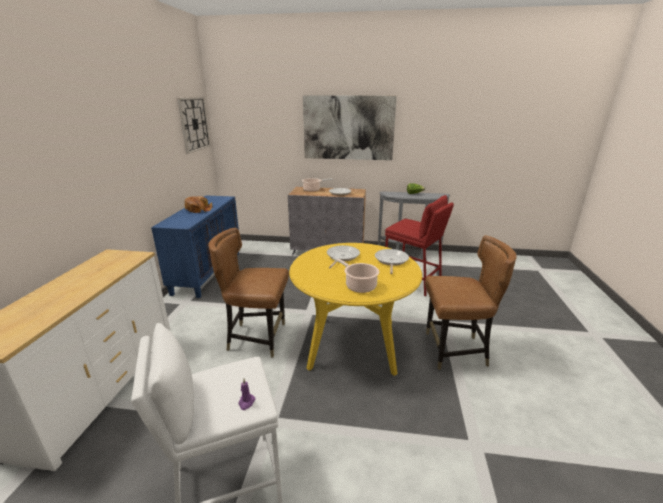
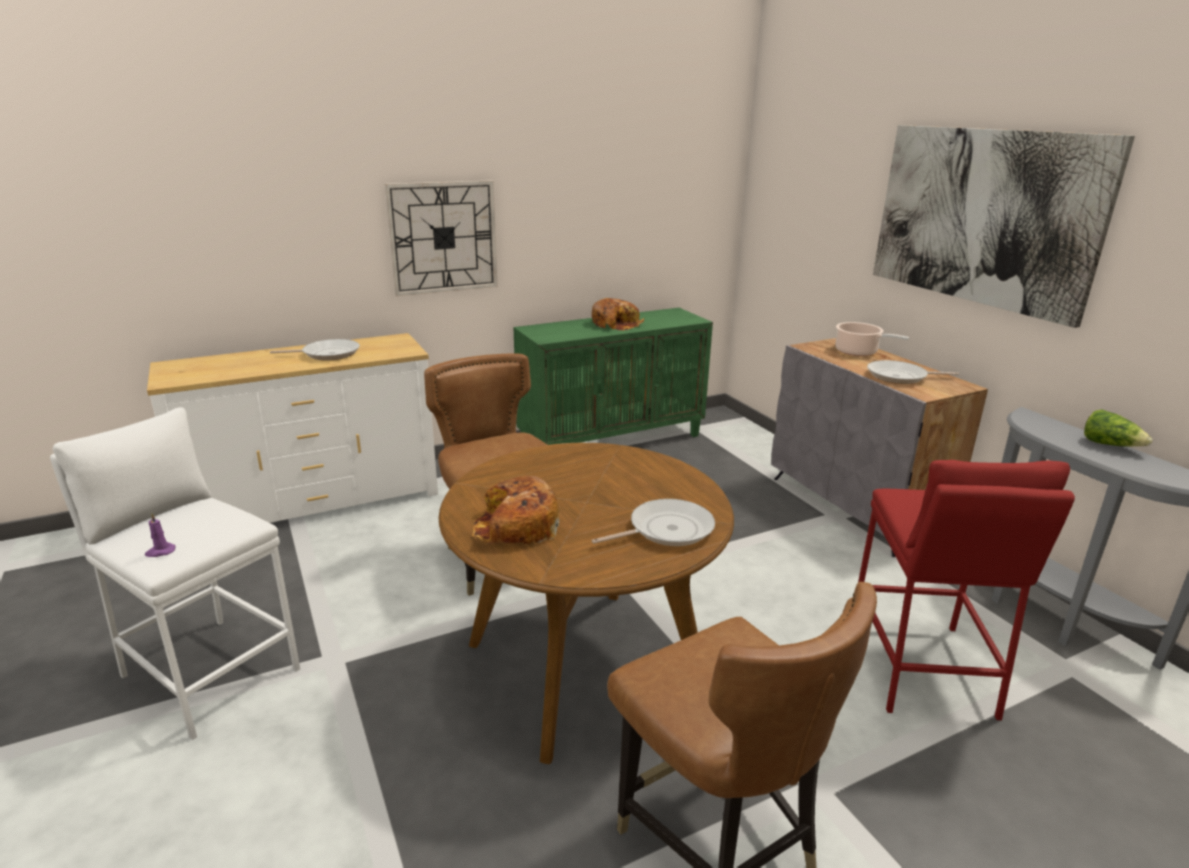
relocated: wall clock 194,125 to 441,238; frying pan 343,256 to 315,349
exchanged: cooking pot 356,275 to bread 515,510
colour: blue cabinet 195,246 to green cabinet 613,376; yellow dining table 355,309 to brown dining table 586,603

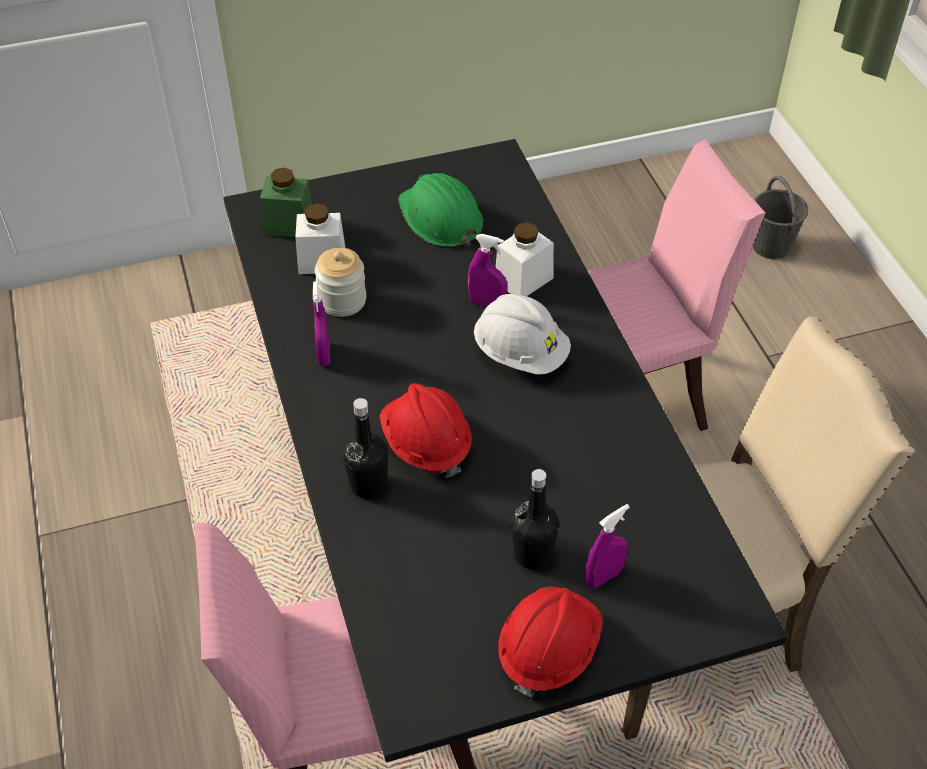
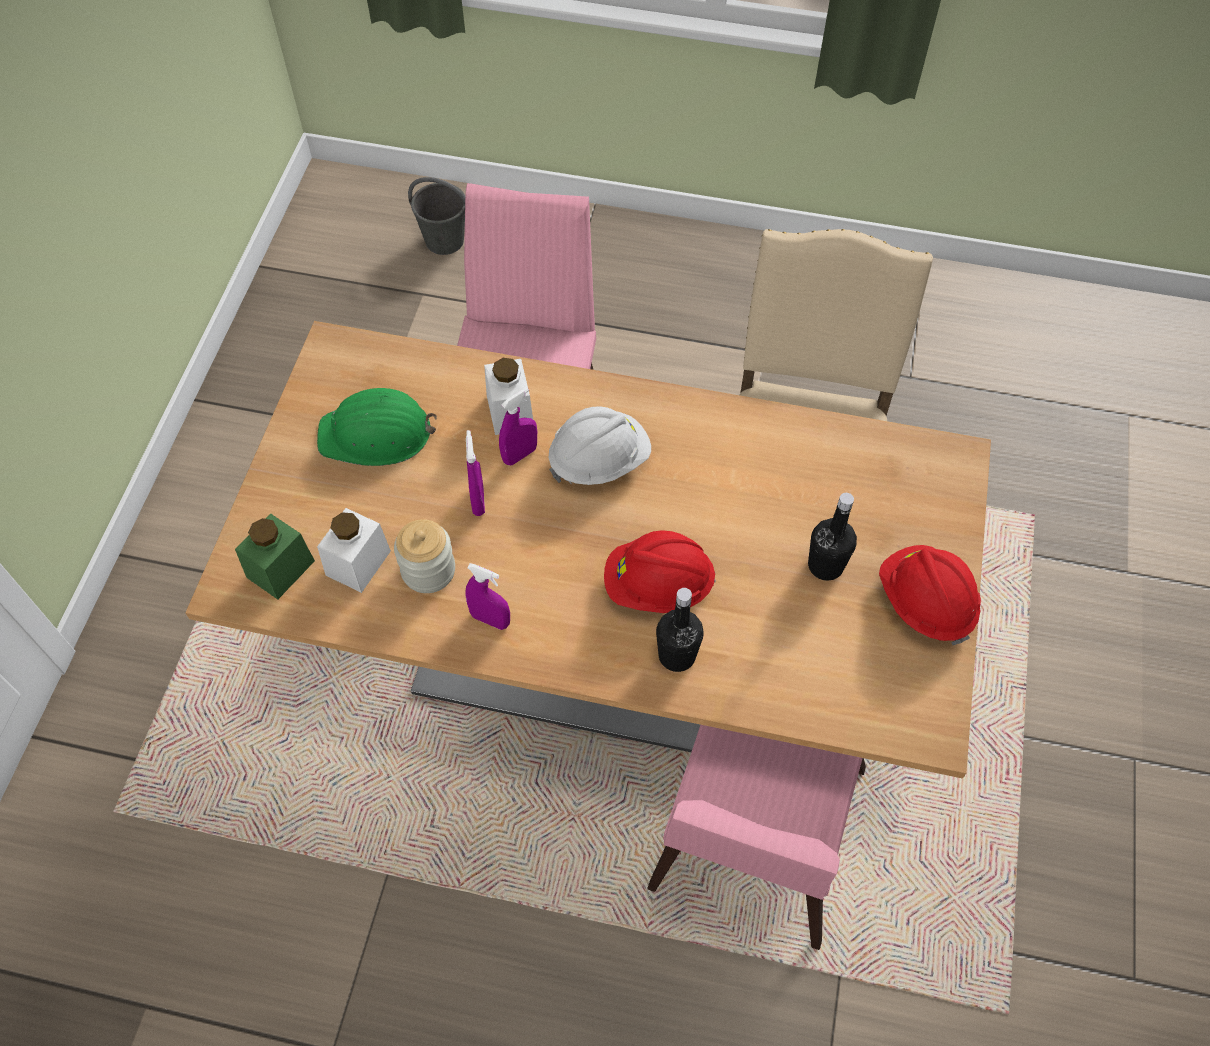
relocated: purple spray bottle 607,546 to 475,473
colour: black dining table 505,451 to beige dining table 588,550

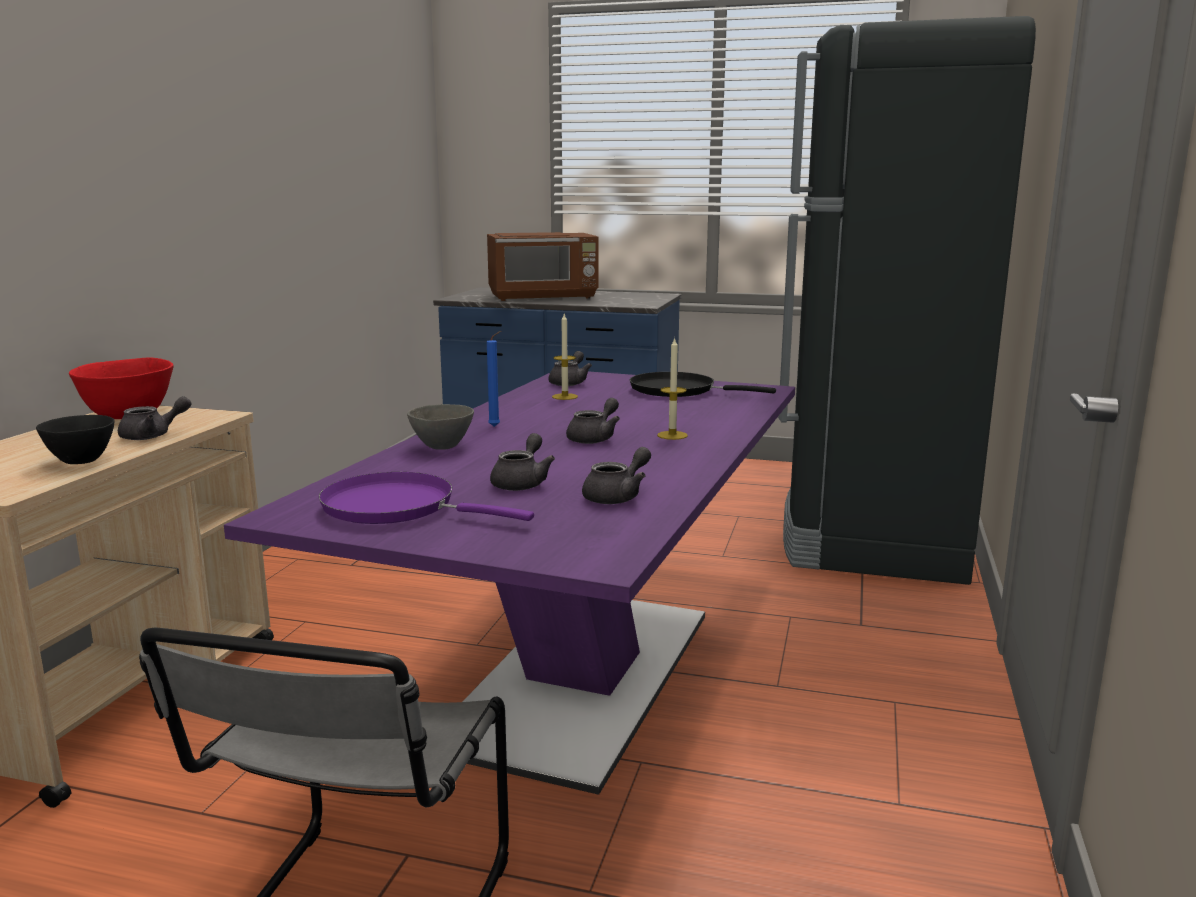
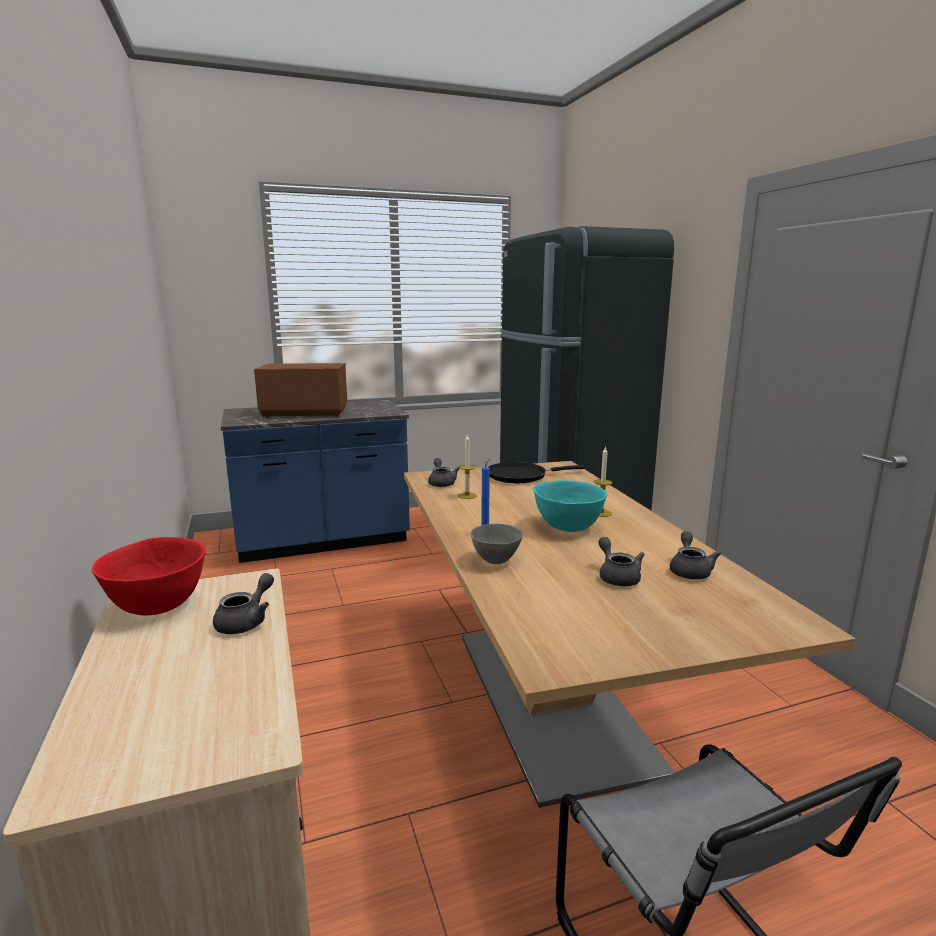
missing: black bowl 75,439; purple frying pan 426,498
exchanged: grey teapot 593,421 to turquoise bowl 570,506
colour: purple dining table 509,583 to beige dining table 630,634
spun: brown microwave 542,266 = 300,390 135 degrees counterclockwise

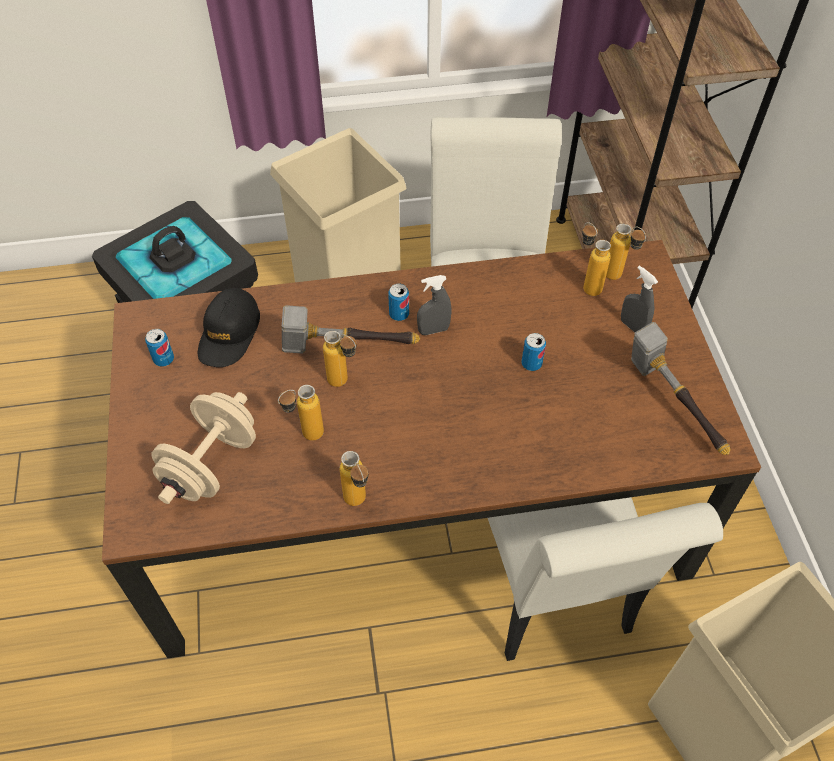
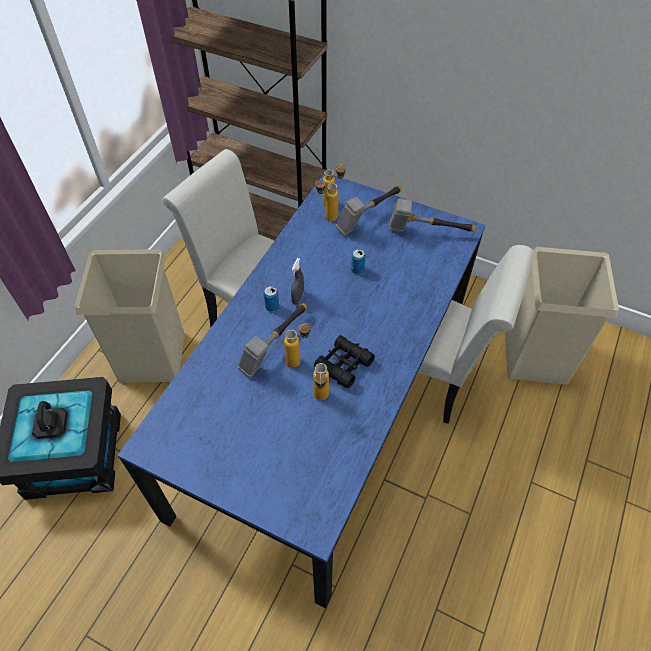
missing: can 159,348; beige dumbbell 203,448; black cap 229,327; bottle 354,478
appeared: black binoculars 344,361
exchanged: grey spray bottle 639,299 to hammer 368,211
colour: brown dining table 431,449 to blue dining table 301,391

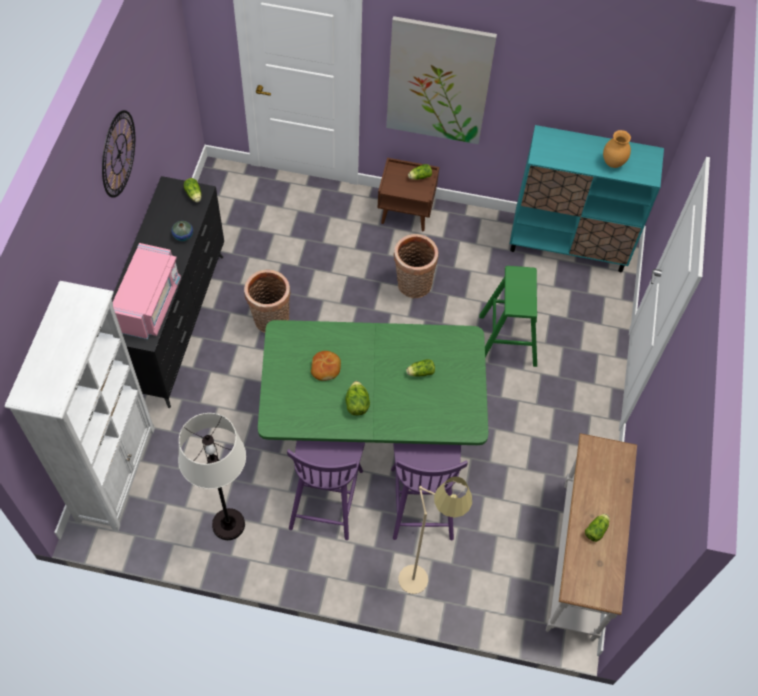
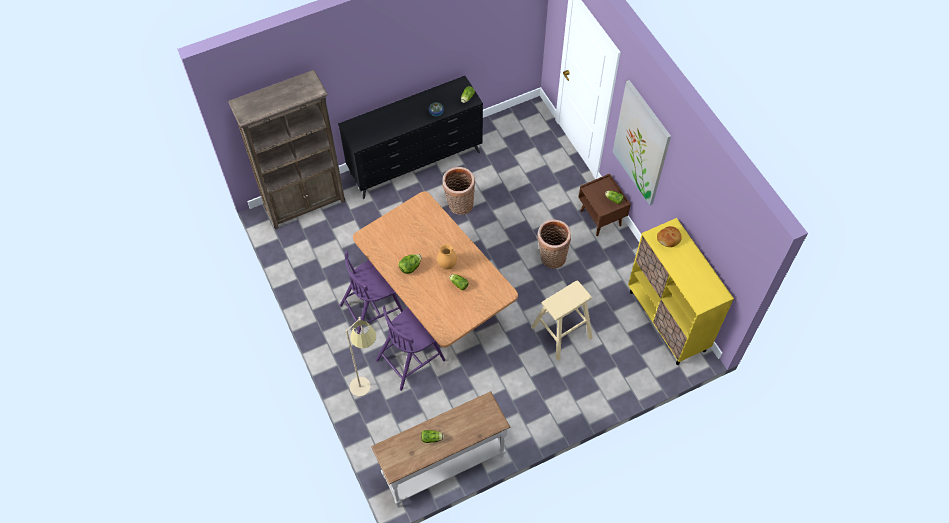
missing: wall clock 118,154; pink microwave 147,291; white floor lamp 212,476
relocated: bread 326,366 to 669,236; brown vase 617,149 to 447,257
colour: white bookcase 80,406 to brown bookcase 287,149; green dining table 373,382 to brown dining table 435,269; green stool 508,316 to beige stool 562,320; turquoise cabinet 587,198 to yellow cabinet 681,291

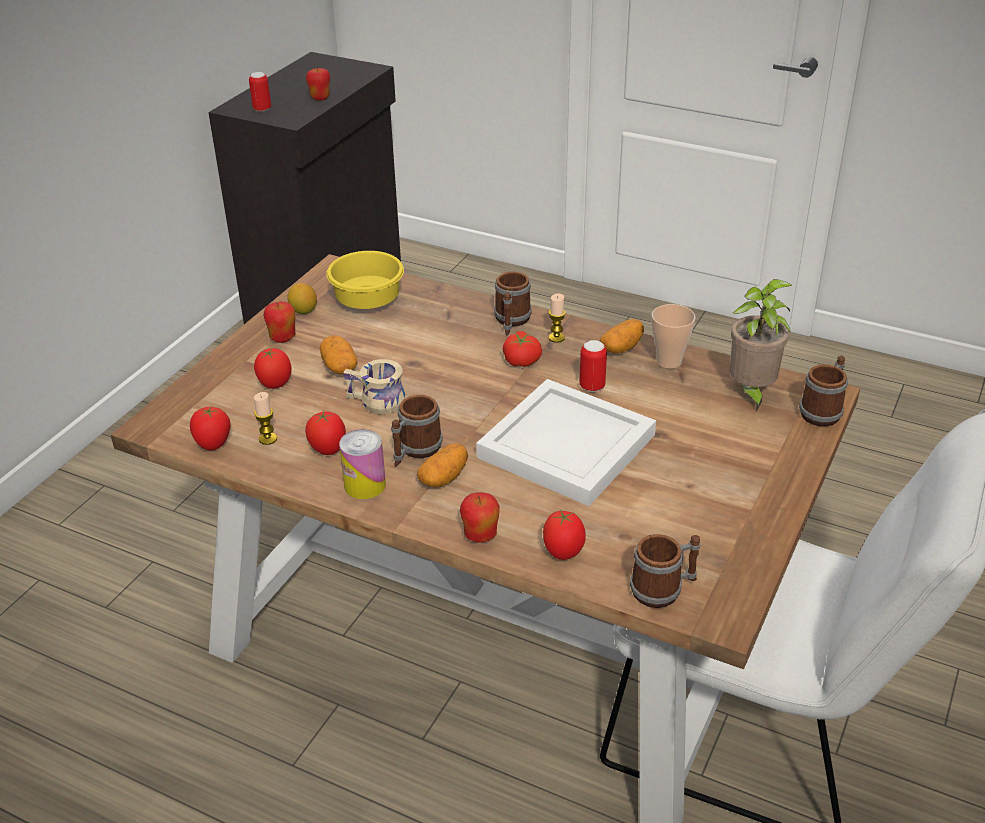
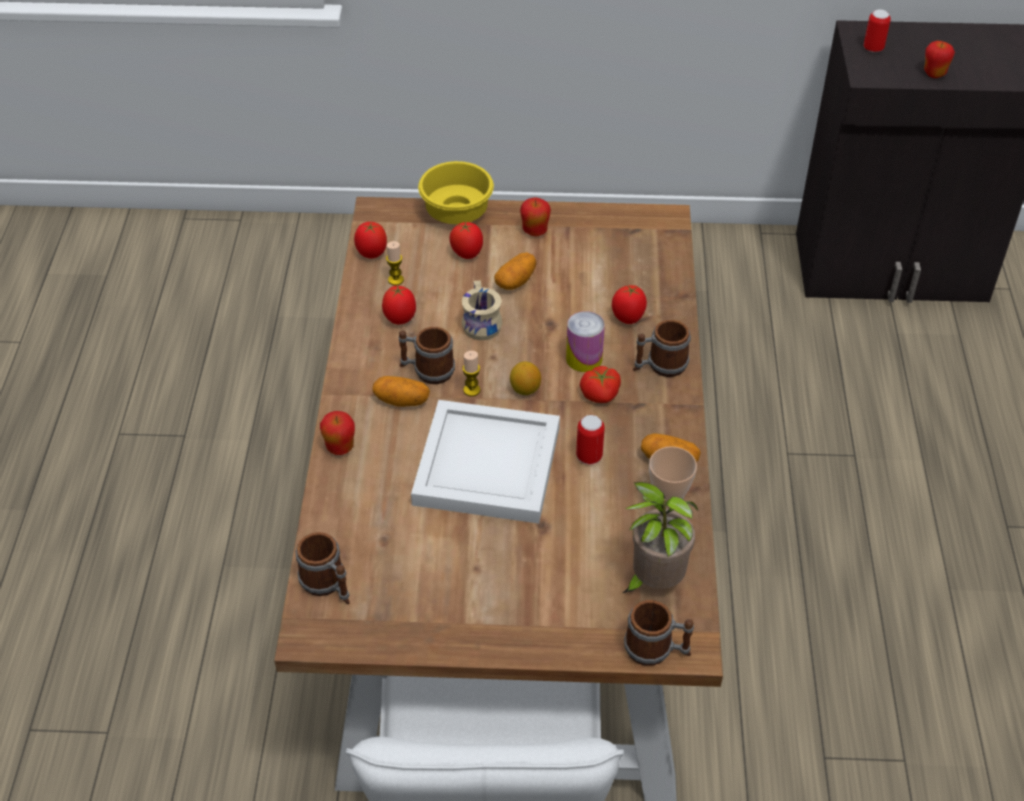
relocated: lemon 302,298 to 525,378; yellow bowl 365,280 to 456,192; can 362,464 to 585,341; tomato 564,535 to 629,304; candle 557,318 to 471,374

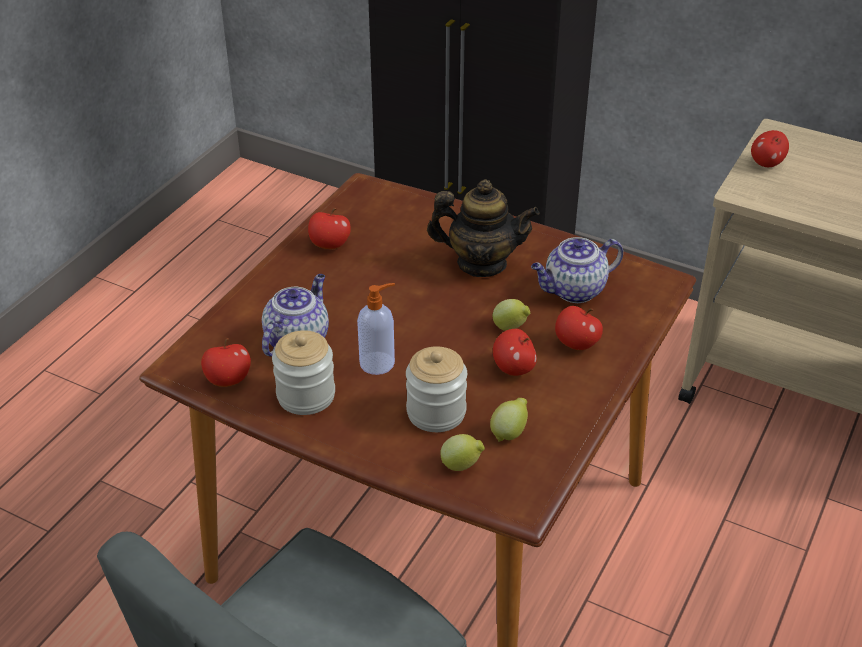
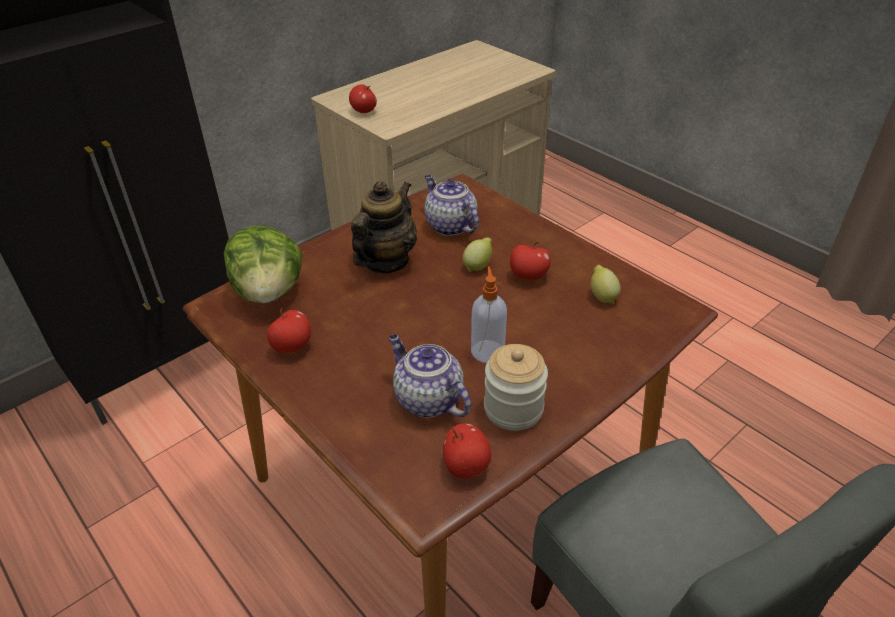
missing: jar 436,389; lemon 462,452; apple 579,328
appeared: lettuce 263,264
spun: teapot 577,270 = 451,205 150 degrees clockwise

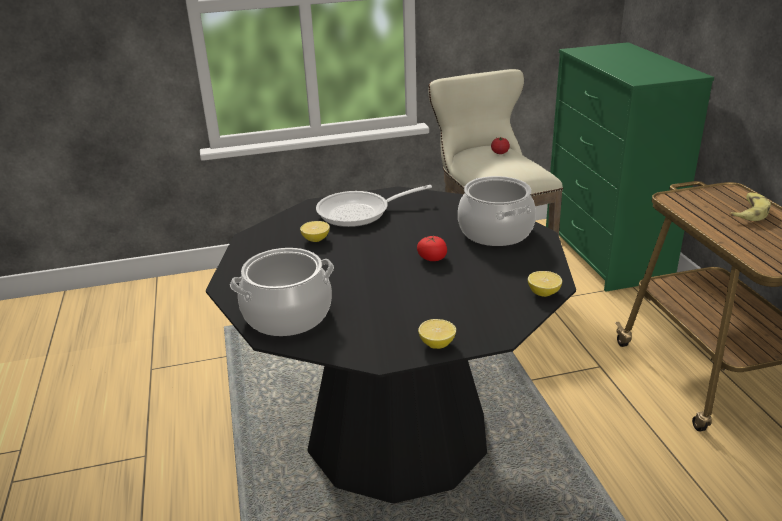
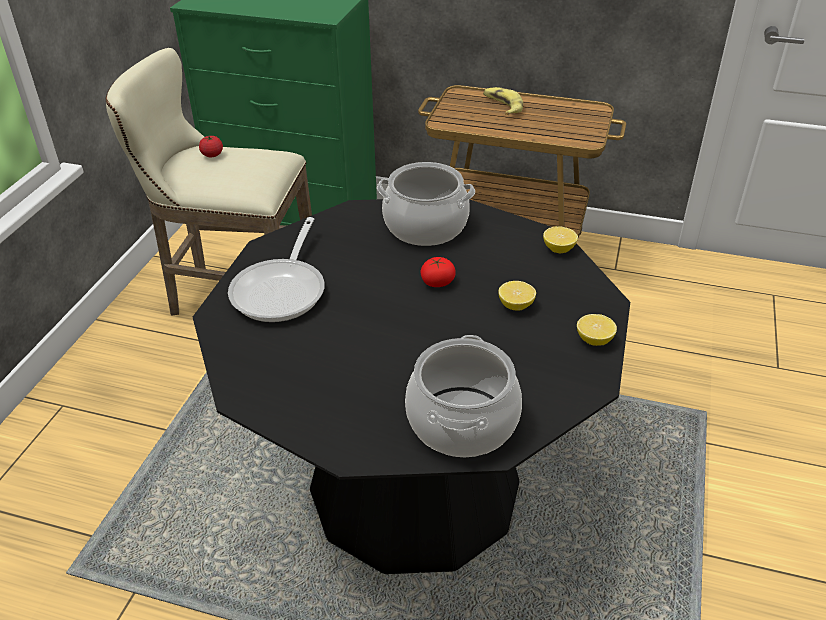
relocated: lemon 315,231 to 517,296

